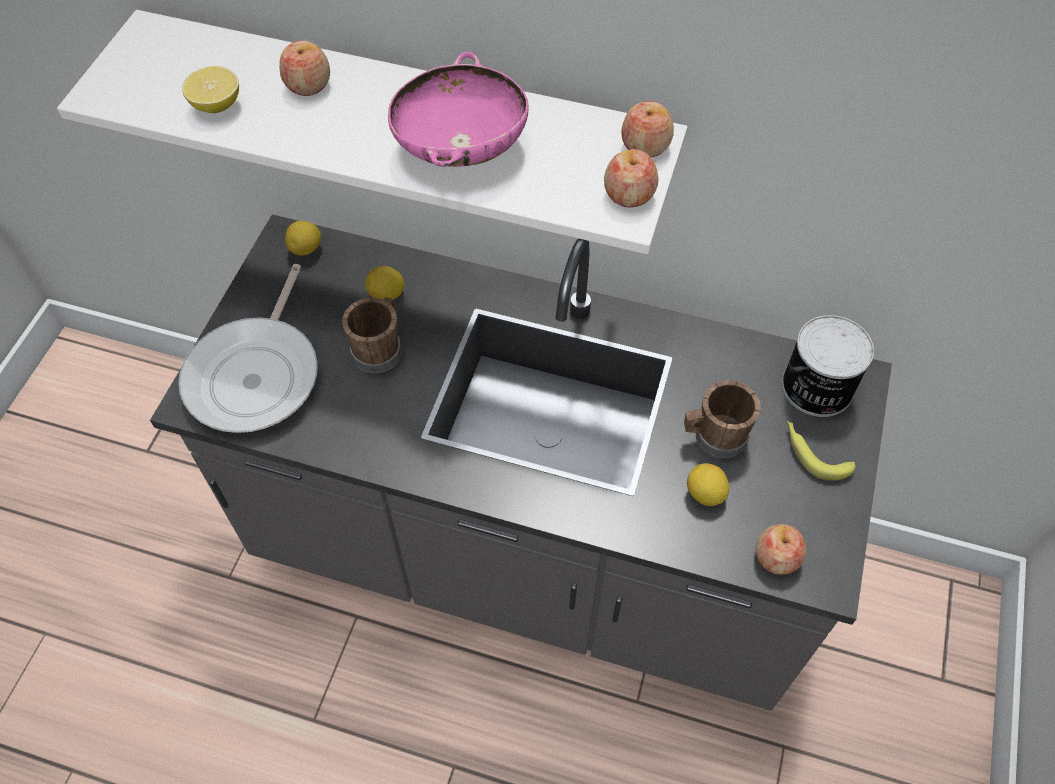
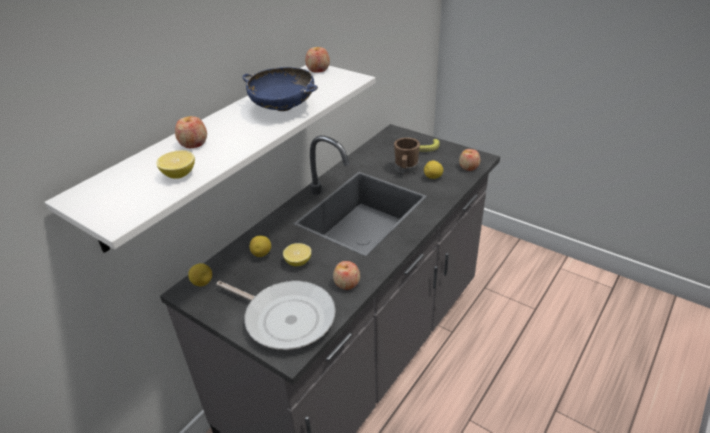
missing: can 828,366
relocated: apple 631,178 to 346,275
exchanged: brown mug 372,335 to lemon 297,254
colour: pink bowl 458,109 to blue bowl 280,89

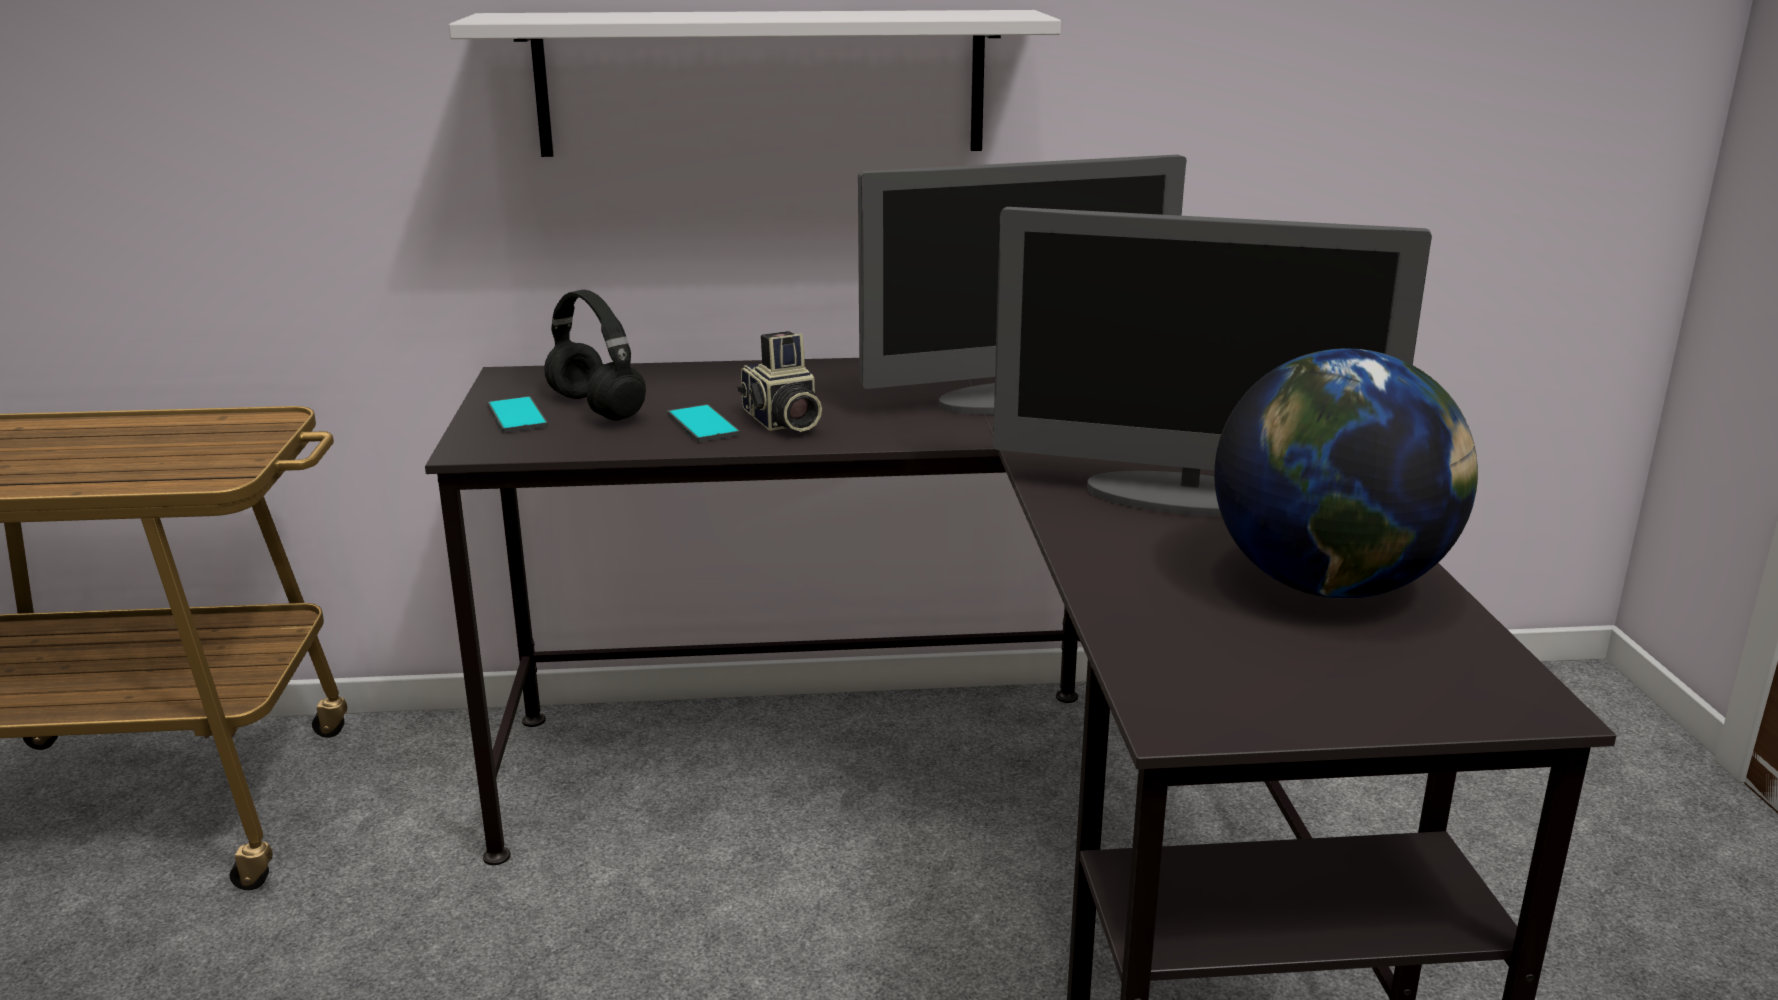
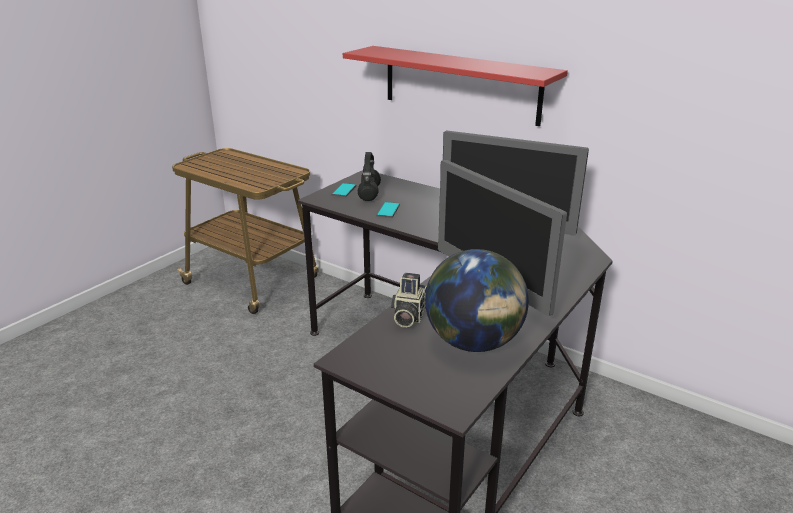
relocated: photo camera 780,381 to 409,300
colour: white shelf 755,83 to red shelf 455,86

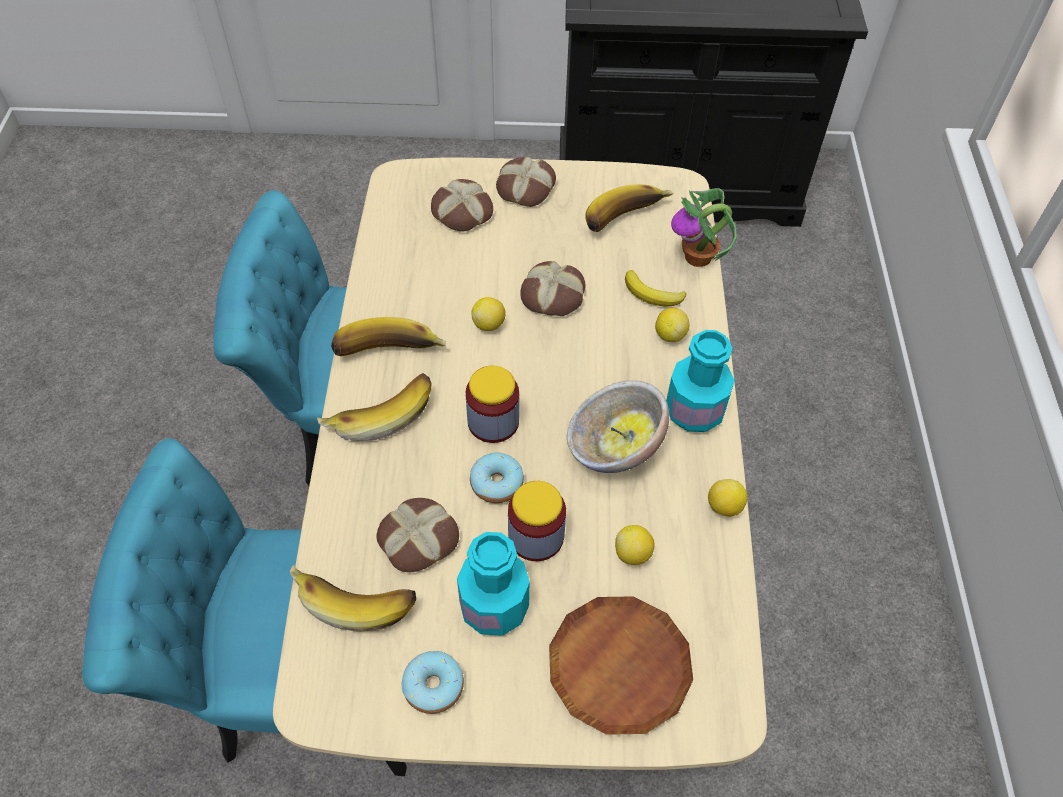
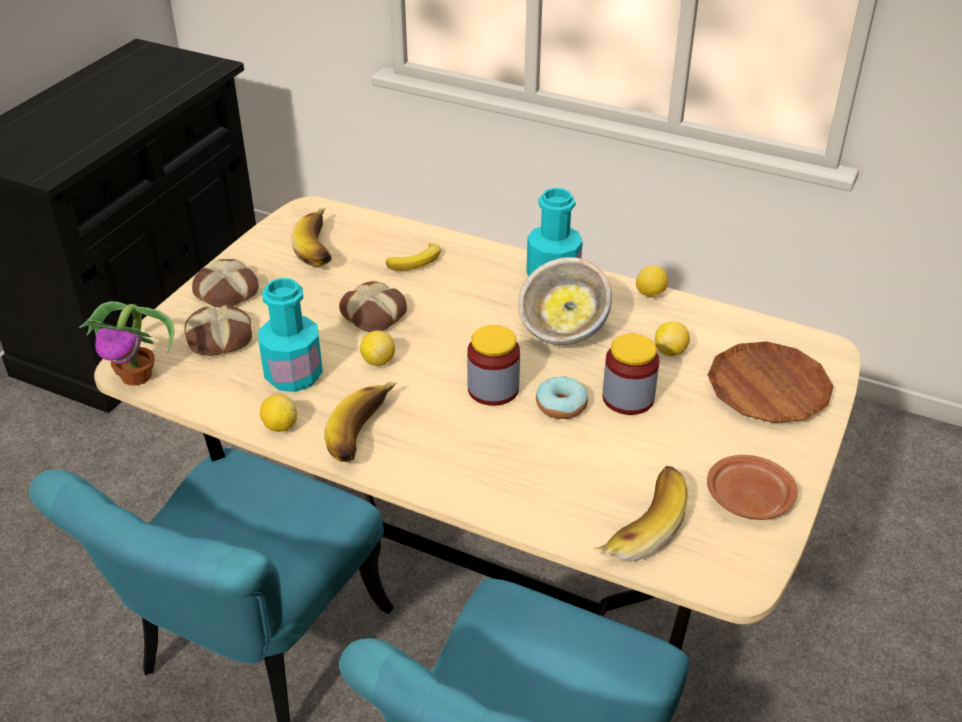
missing: banana 374,407; bread 417,535
relocated: turquoise bottle 493,584 to 290,335; lemon 672,325 to 278,413; potted plant 704,227 to 126,343
exchanged: donut 433,682 to brown plate 752,487

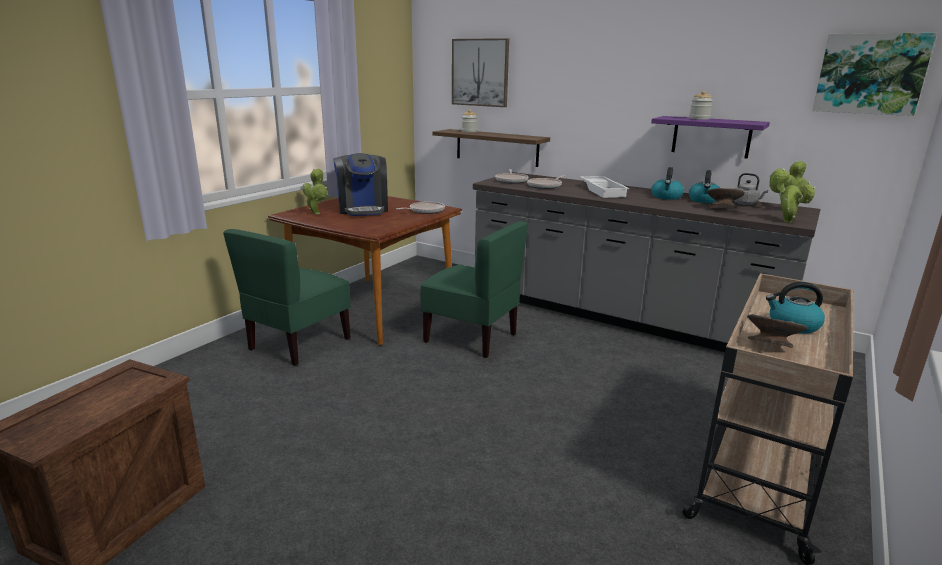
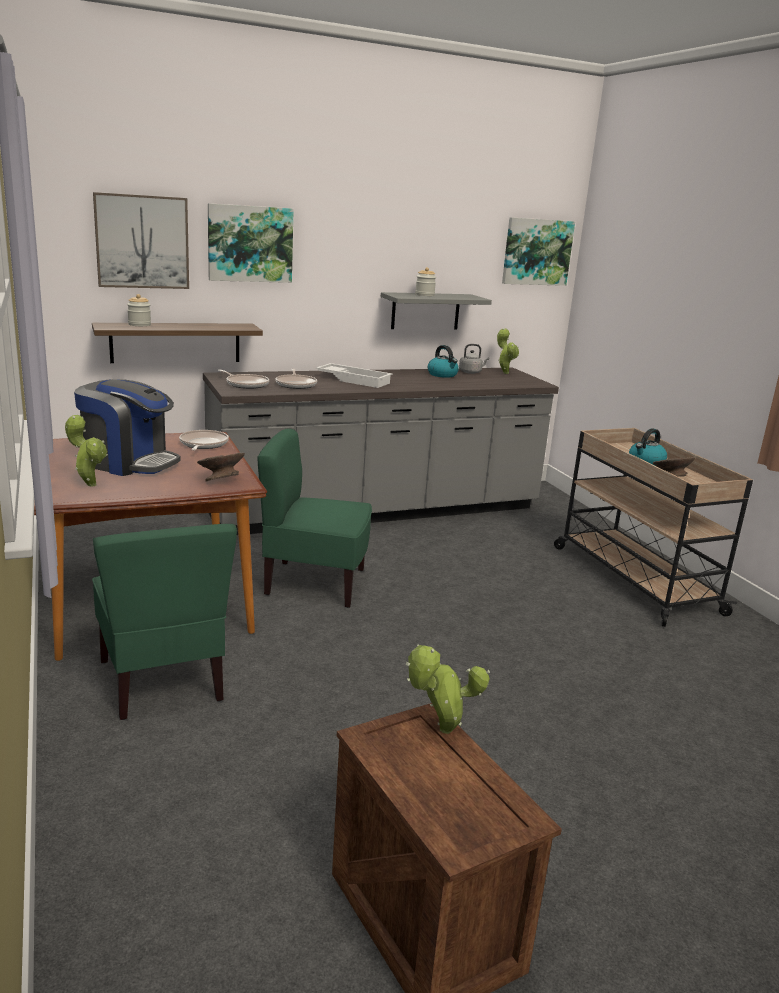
missing: kettle 667,183
appeared: picture 251,243
relocated: grey bowl 725,198 to 221,467; potted plant 792,195 to 448,689
colour: purple shelf 710,137 to grey shelf 436,310
spun: green chair 474,289 = 314,518 150 degrees counterclockwise

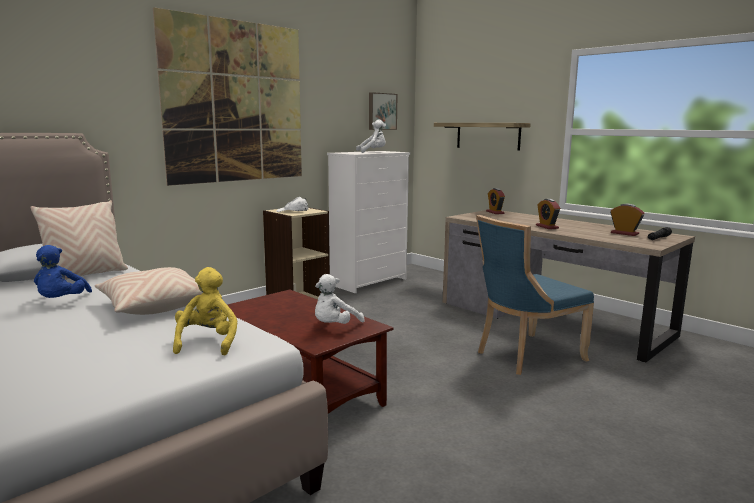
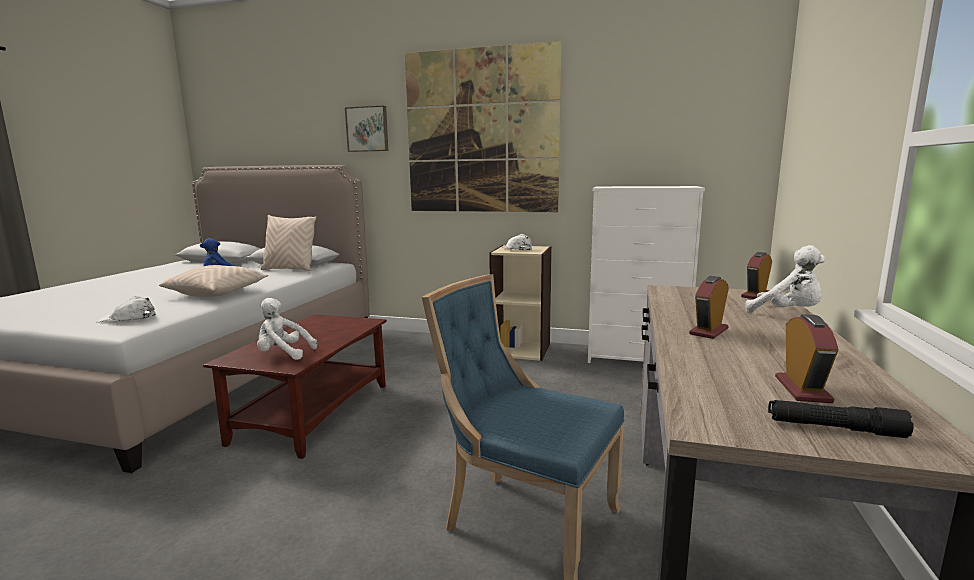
missing: shelf 482,136
relocated: white plush toy 371,136 to 785,279; picture 383,111 to 366,129
exchanged: yellow plush toy 205,311 to white cap 126,309

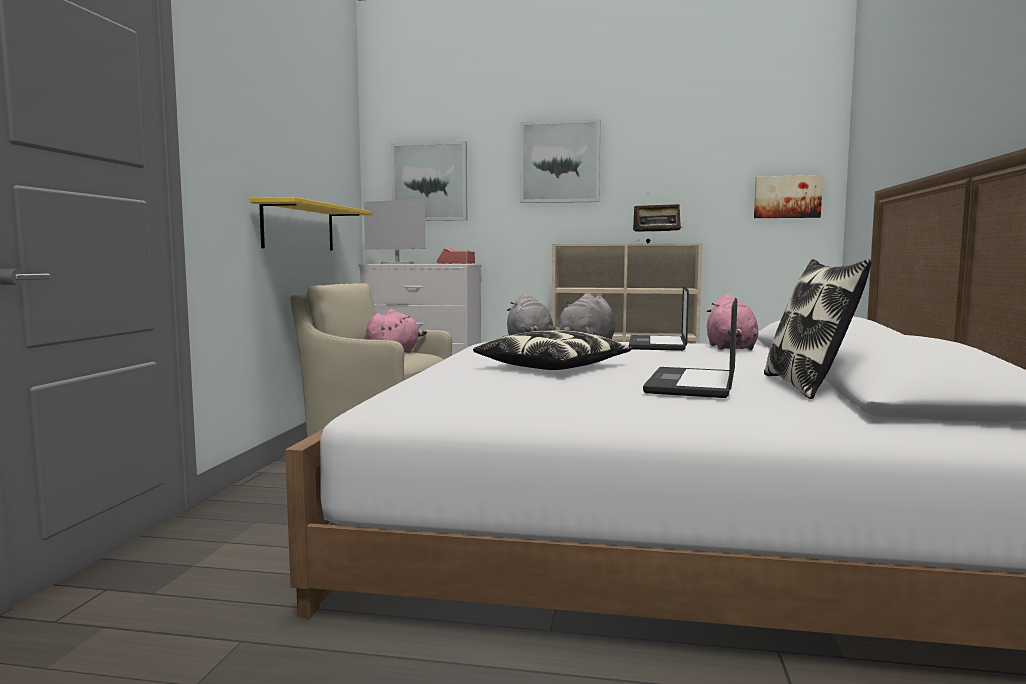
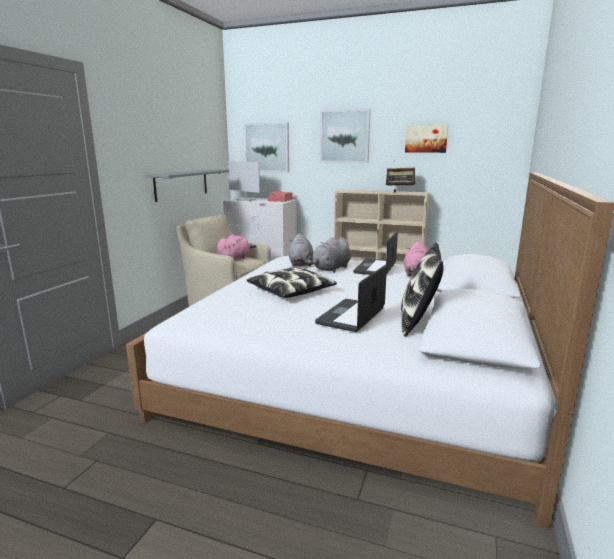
relocated: picture 788,196 to 426,139
colour: yellow shelf 311,224 to grey shelf 187,185

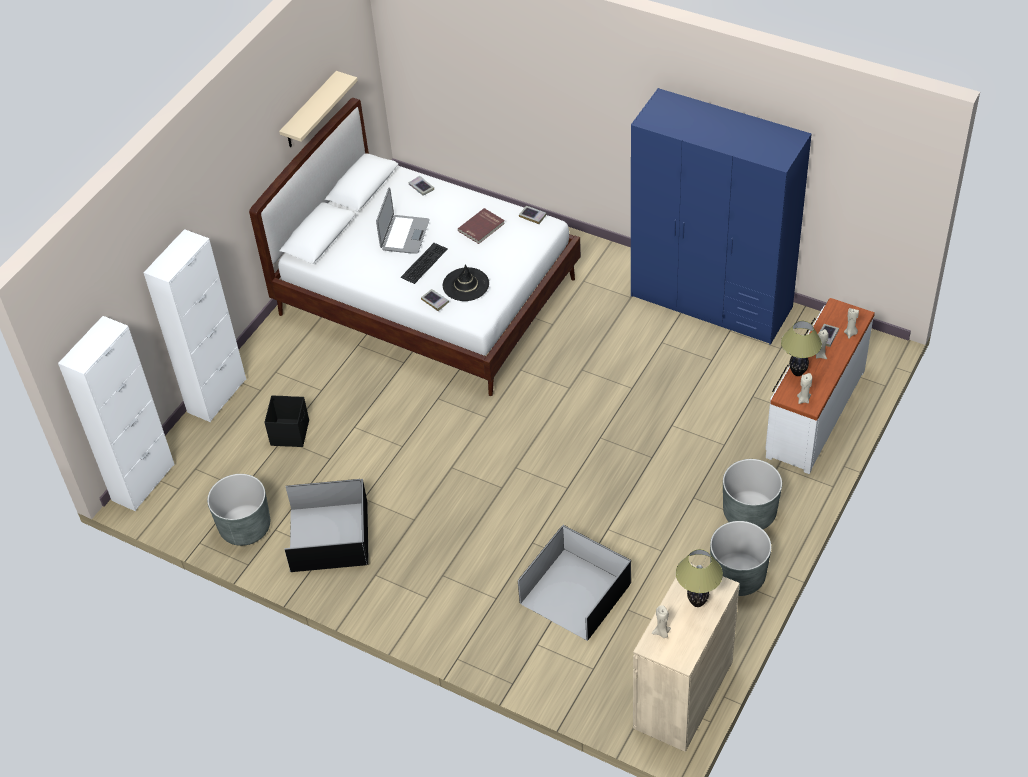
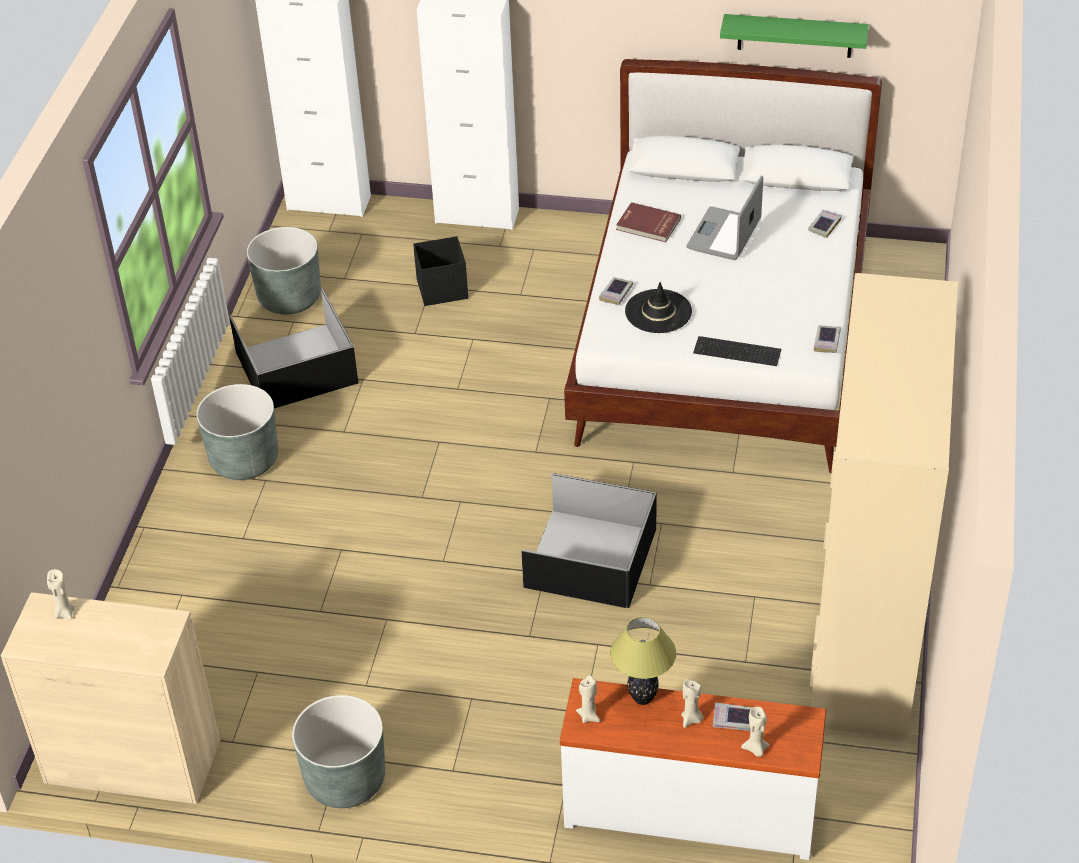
missing: table lamp 699,578
relocated: keyboard 424,263 to 737,351; red book 481,226 to 648,222; black storage box 574,583 to 589,540; grey planter 752,494 to 237,432
colour: beige shelf 318,109 to green shelf 794,36; blue wardrobe 721,216 to beige wardrobe 884,505
spun: laptop 403,221 = 724,218 120 degrees clockwise

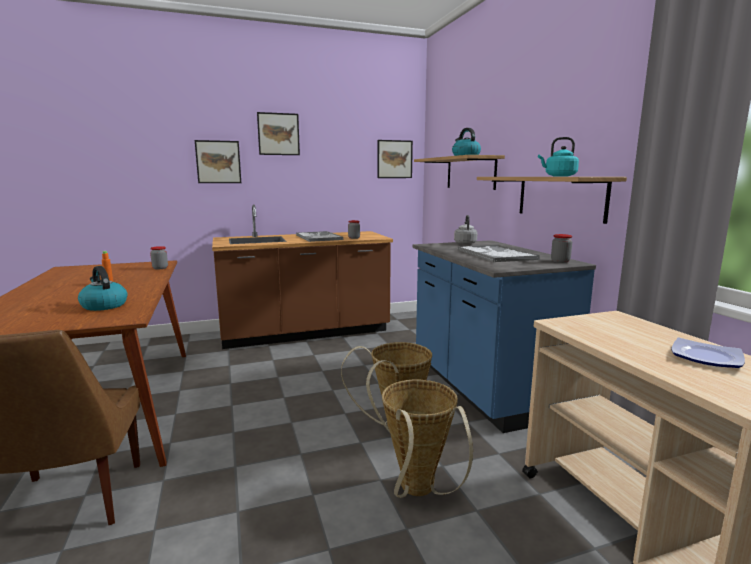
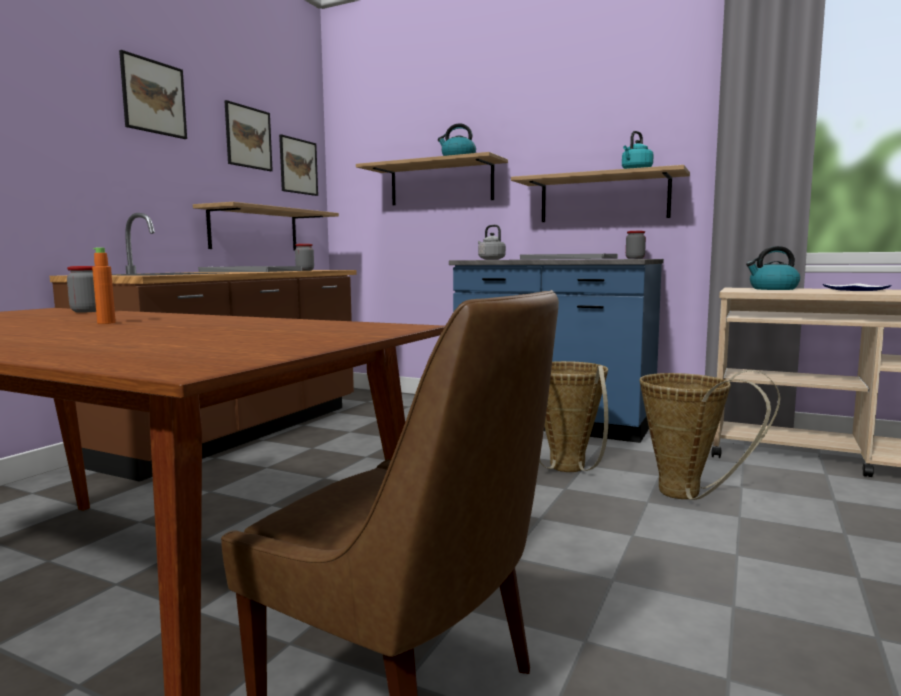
appeared: shelf 266,226
relocated: kettle 102,288 to 773,268; picture 218,161 to 249,135

